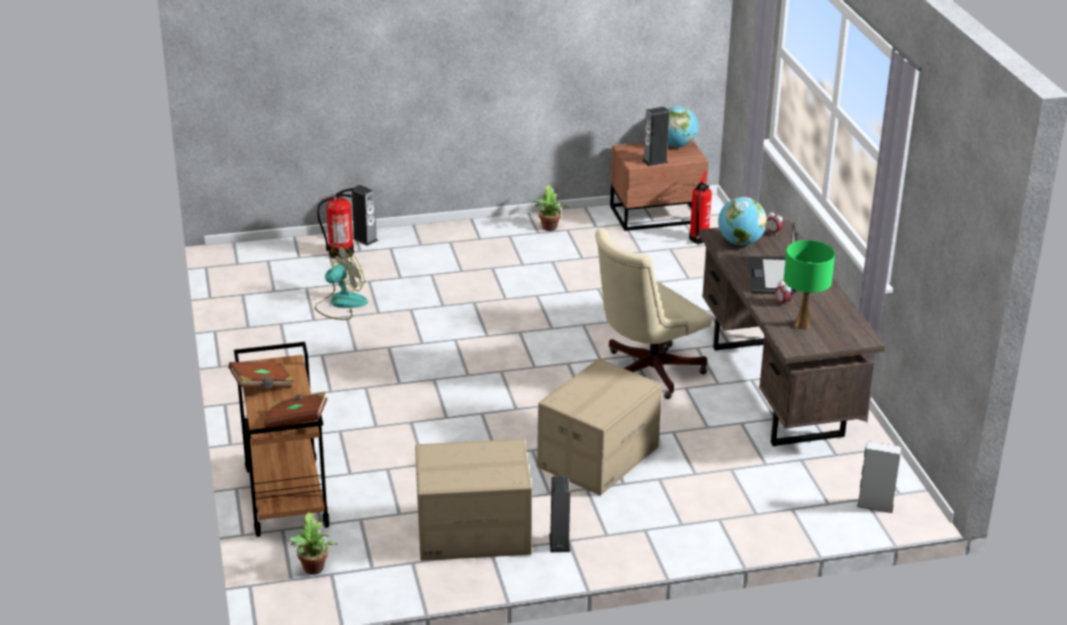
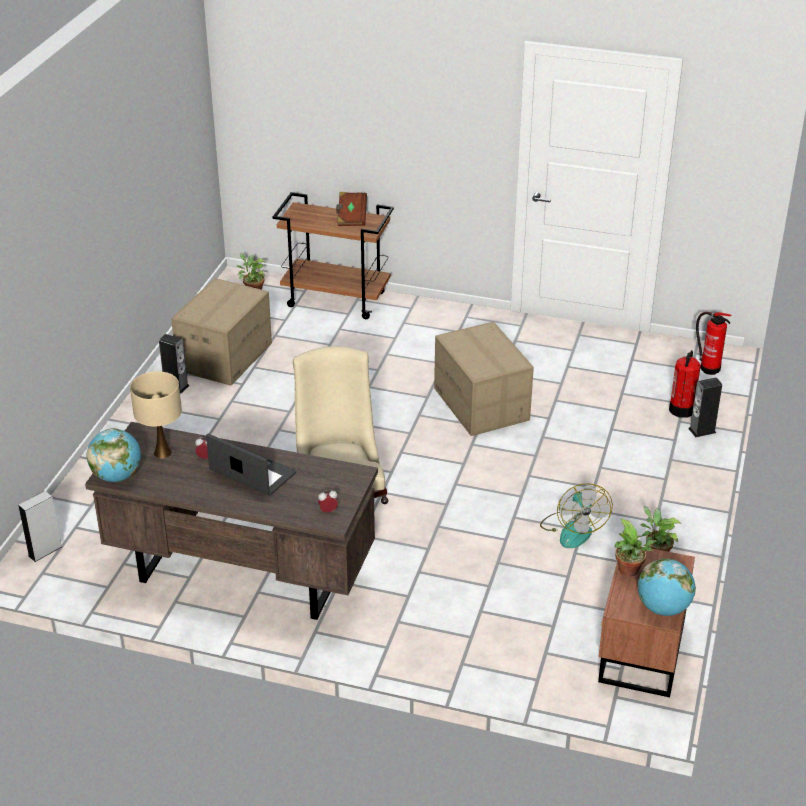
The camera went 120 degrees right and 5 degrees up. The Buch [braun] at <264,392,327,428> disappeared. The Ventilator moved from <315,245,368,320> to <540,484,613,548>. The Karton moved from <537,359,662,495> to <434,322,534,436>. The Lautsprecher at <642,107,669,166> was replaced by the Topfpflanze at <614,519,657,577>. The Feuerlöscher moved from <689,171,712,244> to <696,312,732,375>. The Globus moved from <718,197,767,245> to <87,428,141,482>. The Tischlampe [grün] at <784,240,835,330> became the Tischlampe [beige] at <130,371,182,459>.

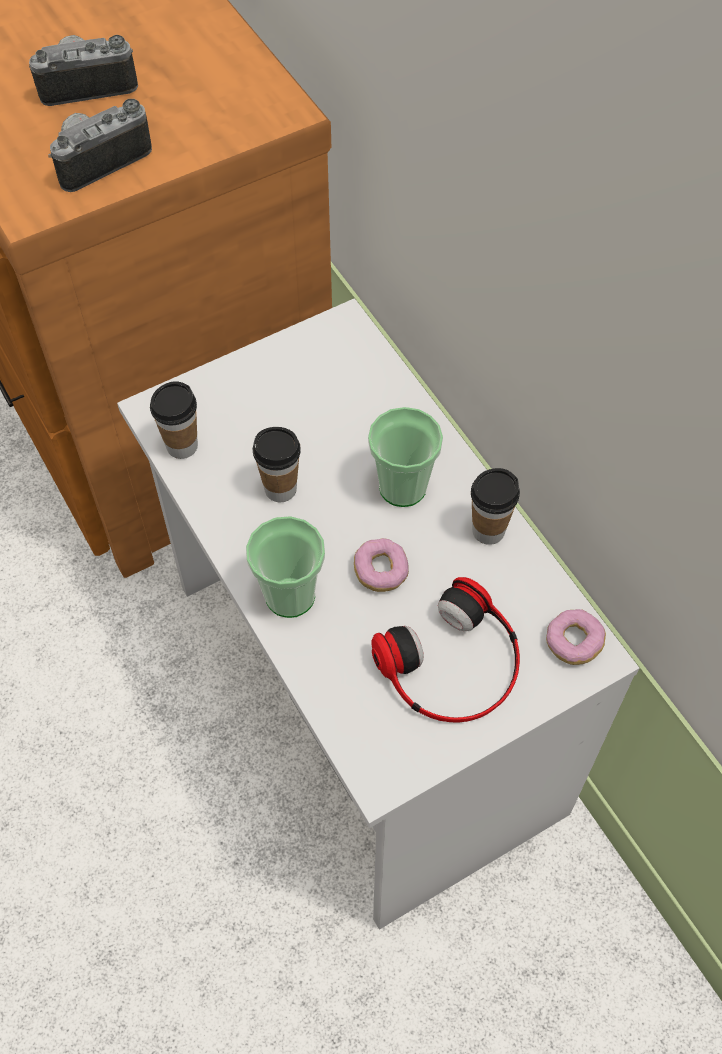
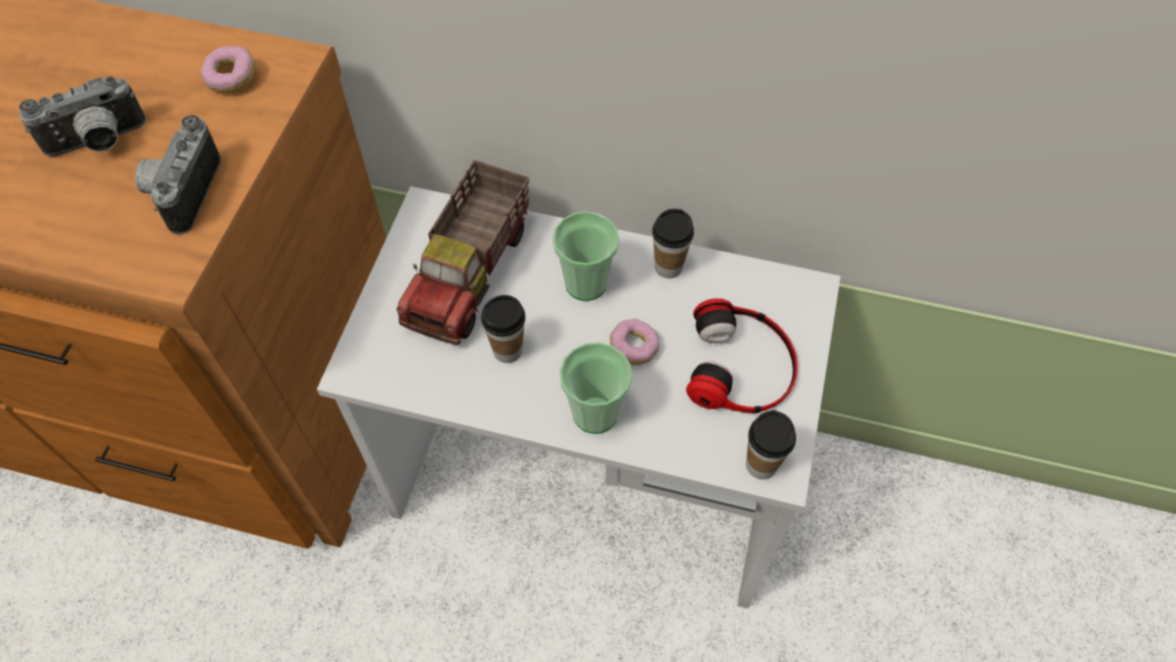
The camera went 45 degrees left and 0 degrees up. The Kamera at <29,35,138,106> turned 150 degrees counterclockwise. The Tasse moved from <150,381,198,459> to <746,410,796,479>. The Donut moved from <546,609,606,665> to <201,46,255,94>. The Spielzeuglaster at <396,160,529,345> appeared.

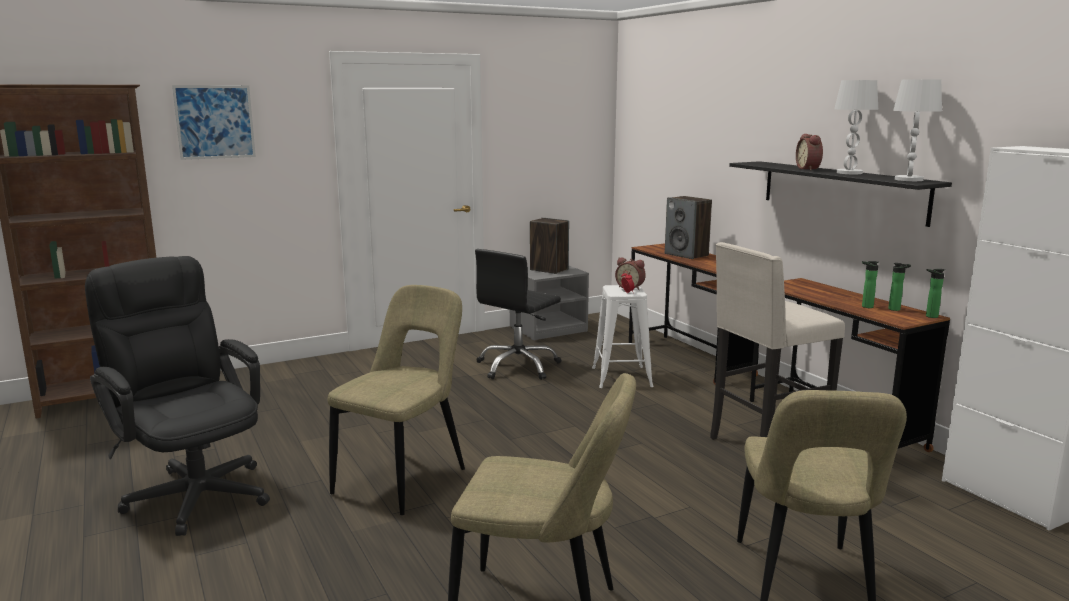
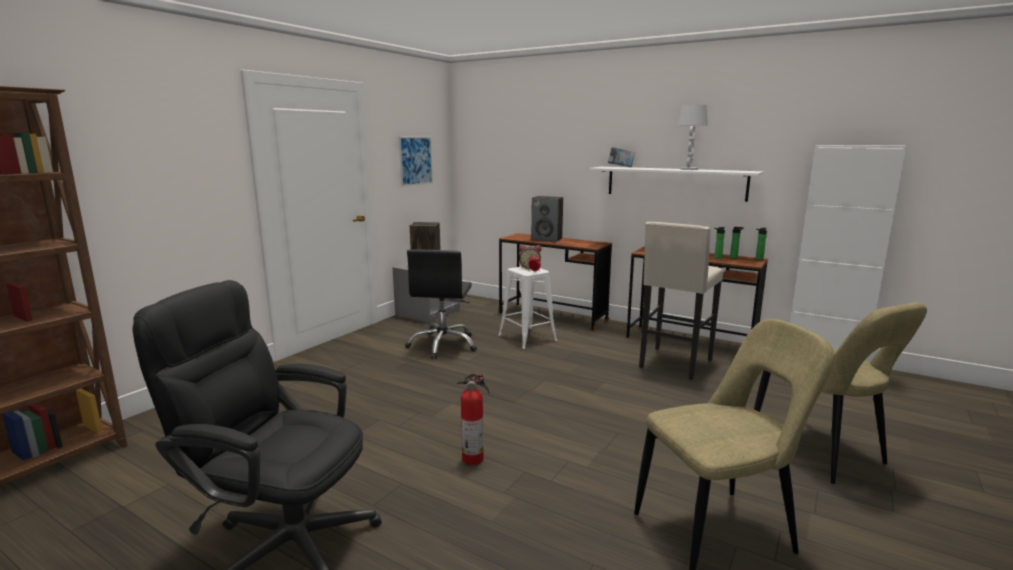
The camera went 30 degrees left and 0 degrees up. The Bild moved from <172,85,256,160> to <399,137,433,187>. The Stuhl [beige] at <327,285,465,515> was replaced by the Feuerlöscher at <457,374,489,465>. The Wandregal [schwarz] at <729,161,952,227> became the Wandregal [weiß] at <590,167,763,202>. The Wecker at <796,134,823,170> disappeared. The Tischlampe [weiß] at <893,79,942,181> disappeared. The Buch at <608,147,635,167> appeared.

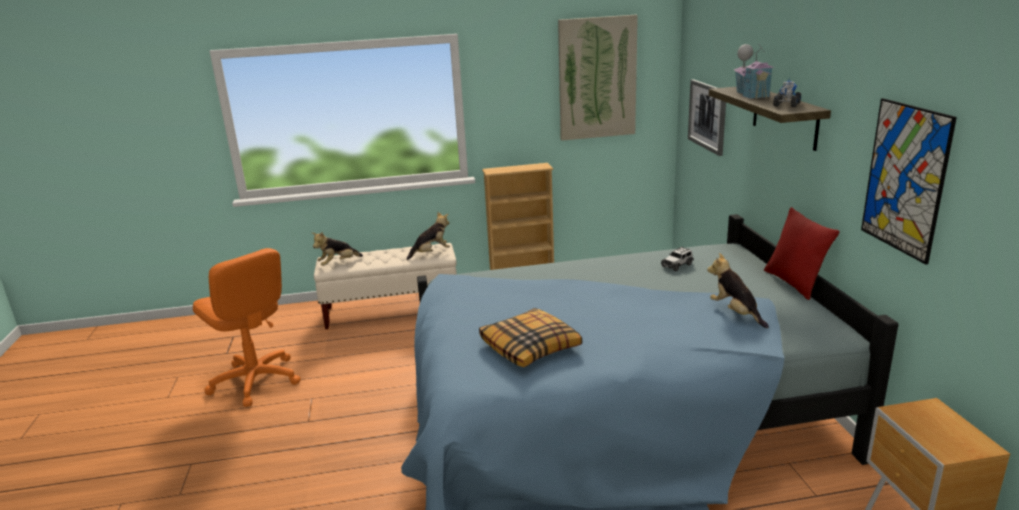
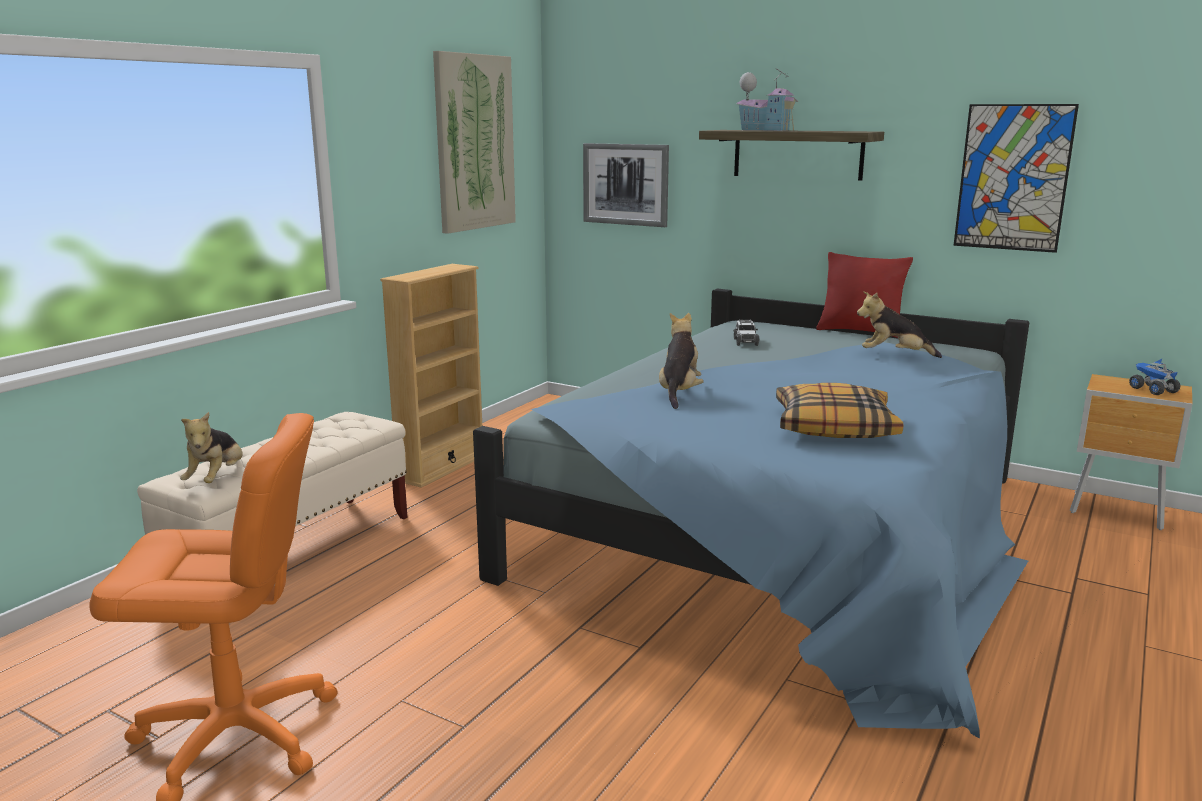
The camera went 50 degrees left and 5 degrees down. The Plüschtier moved from <406,212,450,260> to <659,313,704,409>. The Spielzeuglaster moved from <773,80,801,107> to <1129,359,1180,395>.

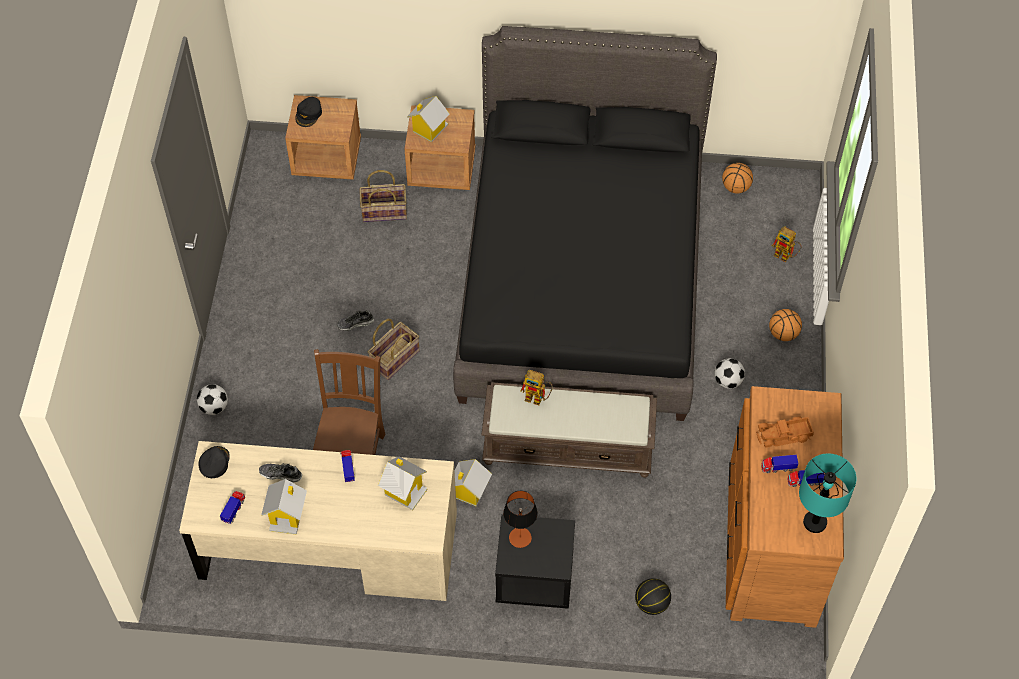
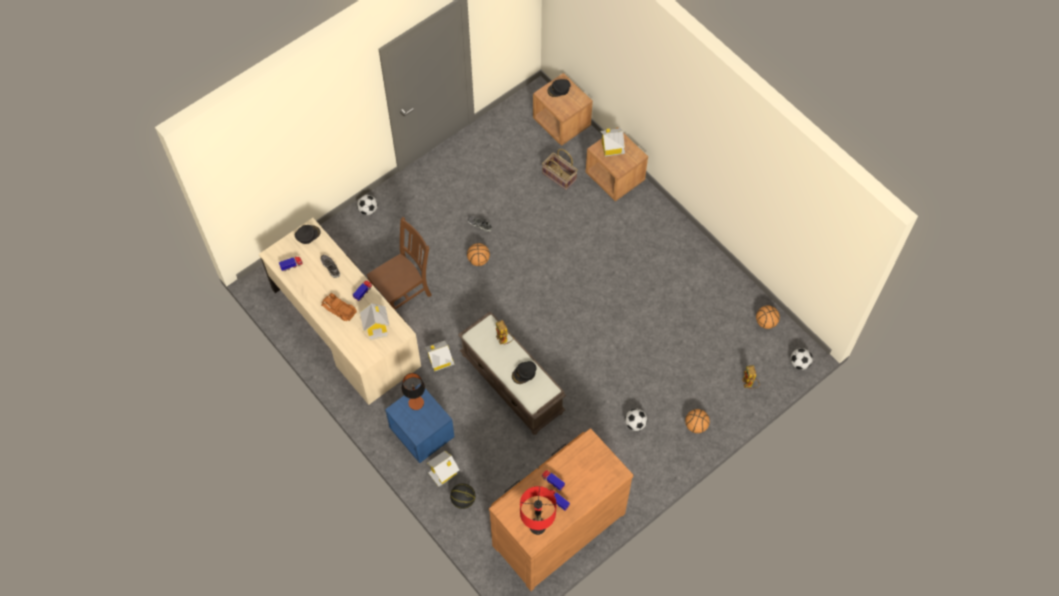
The camera went 45 degrees right and 5 degrees up. The Spielzeughaus moved from <261,479,307,535> to <427,451,459,487>. The Korb at <368,319,420,380> was replaced by the Basketball at <467,243,490,266>. The Bett [schwarz] at <453,26,717,421> disappeared. The Nachttisch [schwarz] at <495,514,575,609> became the Nachttisch [blau] at <385,383,455,463>. The Spielzeuglaster moved from <756,416,814,448> to <321,293,357,322>. The Tischlampe [türkis] at <799,453,857,533> became the Tischlampe [rot] at <520,486,557,535>. The Kappe [schwarz] at <512,361,537,384> appeared. The Fußball at <790,348,813,370> appeared.

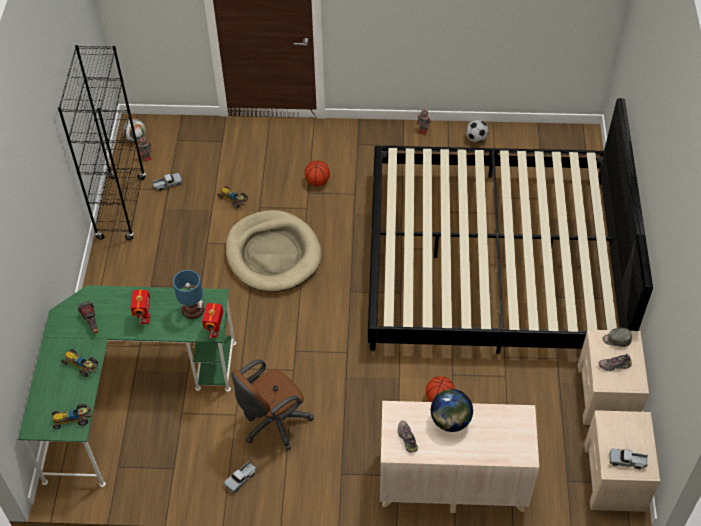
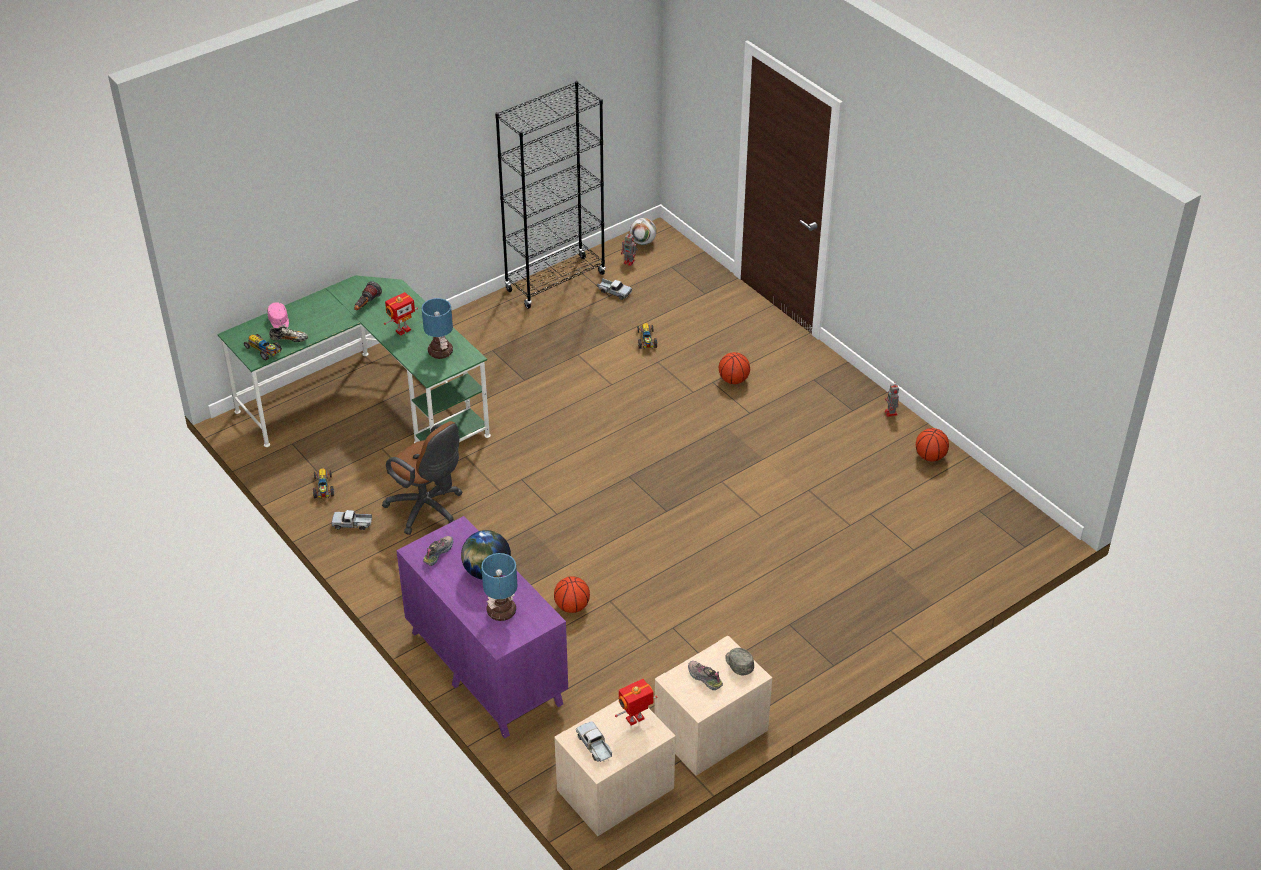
The camera went 50 degrees right and 10 degrees down. The Spielzeugauto moved from <61,349,98,377> to <312,468,334,499>. The Spielzeugroboter moved from <202,303,223,339> to <615,679,657,726>. The Hundebett [beige] at <226,210,322,292> disappeared. The Bürostuhl [braun] at <231,360,314,451> turned 150 degrees counterclockwise. The Bett at <368,98,653,354> disappeared. The Kommode [beige] at <380,401,539,513> became the Kommode [lila] at <396,516,568,739>. The Fußball at <466,120,489,143> was replaced by the Basketball at <916,428,949,461>. The Kappe [rosa] at <268,302,289,328> appeared. The Schuh at <269,326,308,342> appeared. The Tischlampe at <481,553,518,621> appeared.

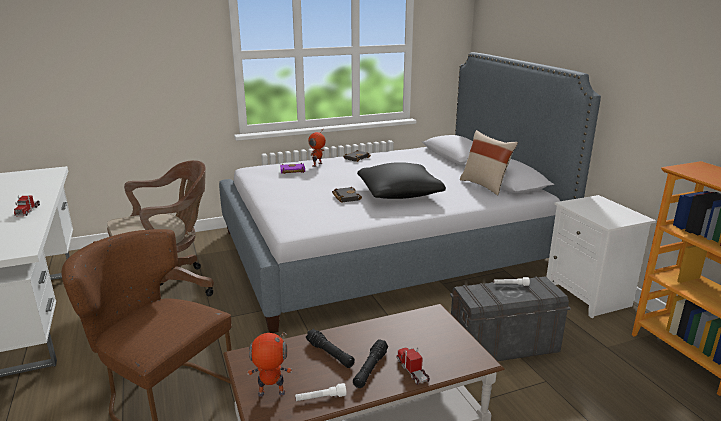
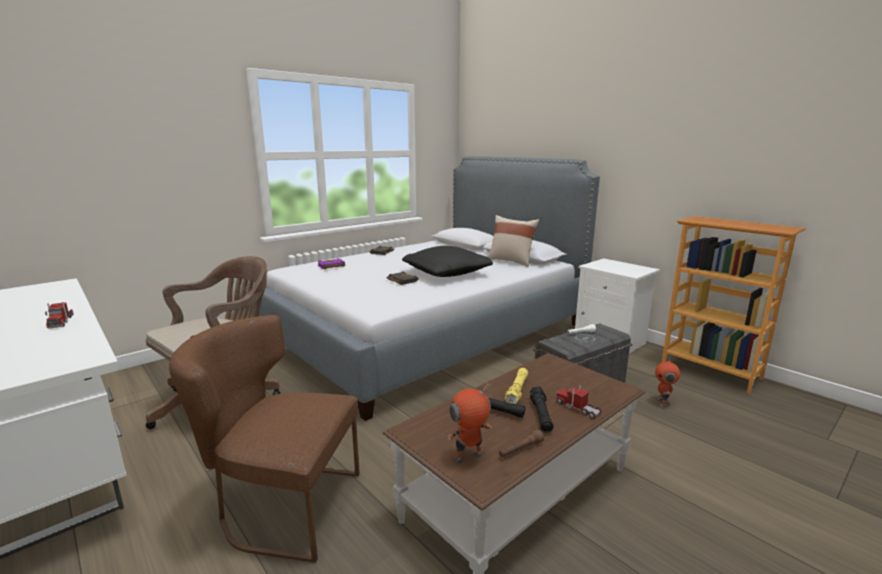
The camera went 20 degrees left and 5 degrees down. The Taschenlampe [weiß] at <295,383,347,401> became the Taschenlampe [braun] at <499,430,544,457>. The Spielzeugroboter moved from <308,128,326,167> to <655,356,680,407>. The Taschenlampe [gelb] at <505,368,528,404> appeared.

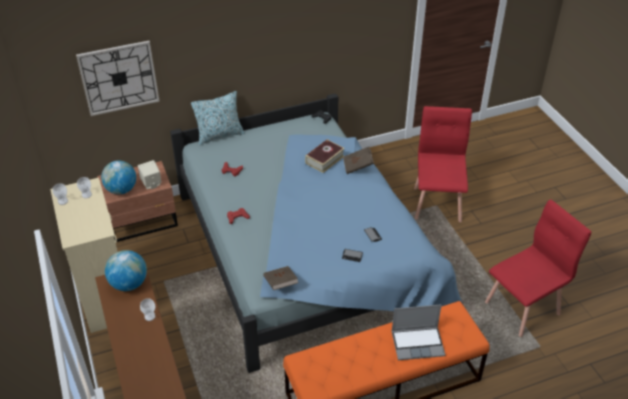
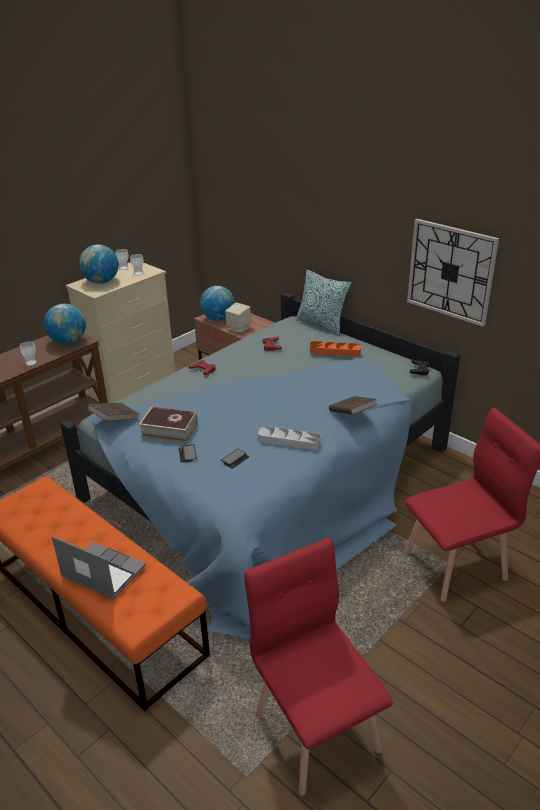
The camera went 65 degrees right and 10 degrees down. The Wanduhr moved from <76,41,159,116> to <407,219,499,327>. The Buch moved from <305,139,345,173> to <139,407,198,443>. The Laptop at <392,305,445,360> turned 150 degrees clockwise. The Stuhl [rot] at <485,200,591,337> turned 150 degrees counterclockwise. The Globus at <79,245,119,284> appeared. The Tablett [grau] at <258,426,321,450> appeared. The Tablett [orange] at <310,341,361,356> appeared.

